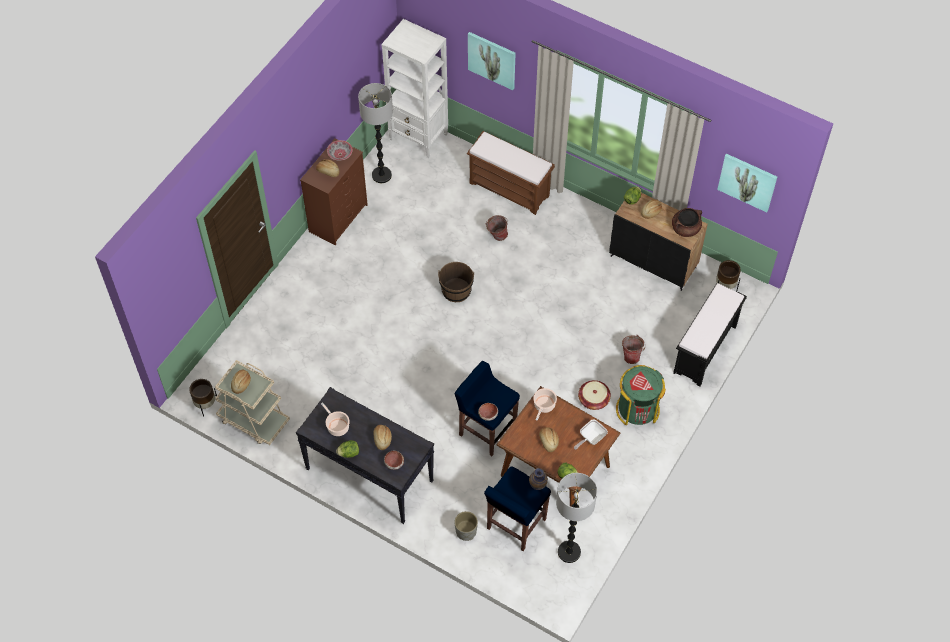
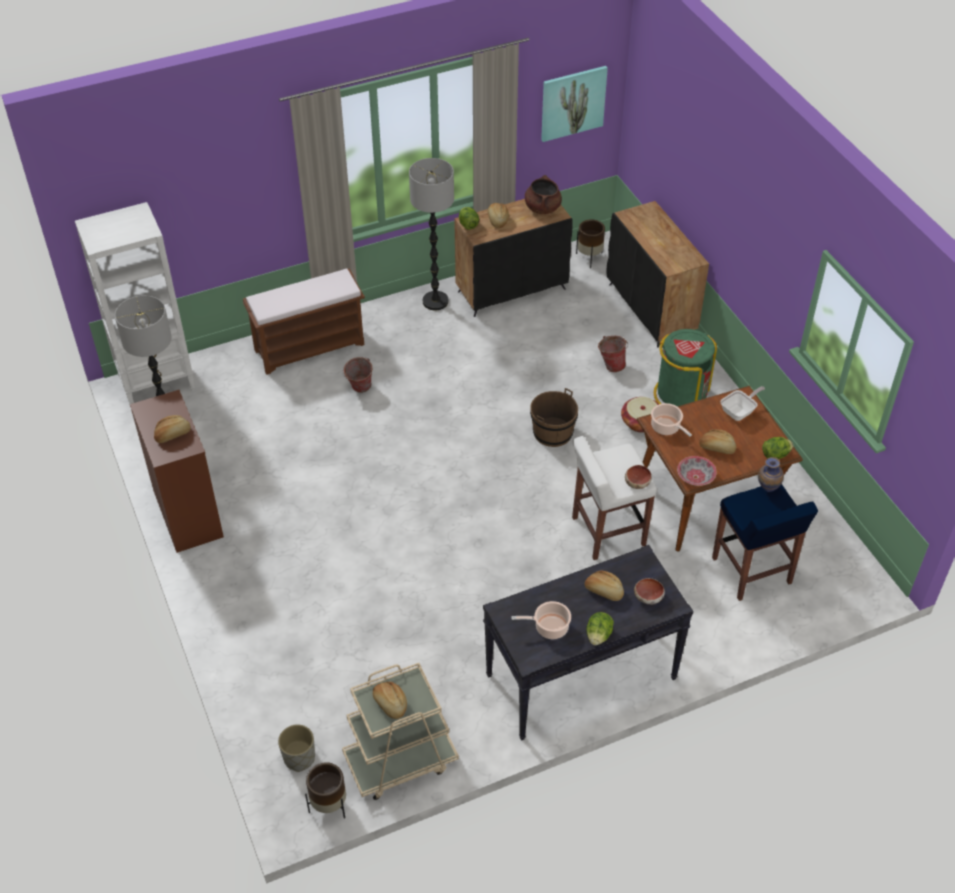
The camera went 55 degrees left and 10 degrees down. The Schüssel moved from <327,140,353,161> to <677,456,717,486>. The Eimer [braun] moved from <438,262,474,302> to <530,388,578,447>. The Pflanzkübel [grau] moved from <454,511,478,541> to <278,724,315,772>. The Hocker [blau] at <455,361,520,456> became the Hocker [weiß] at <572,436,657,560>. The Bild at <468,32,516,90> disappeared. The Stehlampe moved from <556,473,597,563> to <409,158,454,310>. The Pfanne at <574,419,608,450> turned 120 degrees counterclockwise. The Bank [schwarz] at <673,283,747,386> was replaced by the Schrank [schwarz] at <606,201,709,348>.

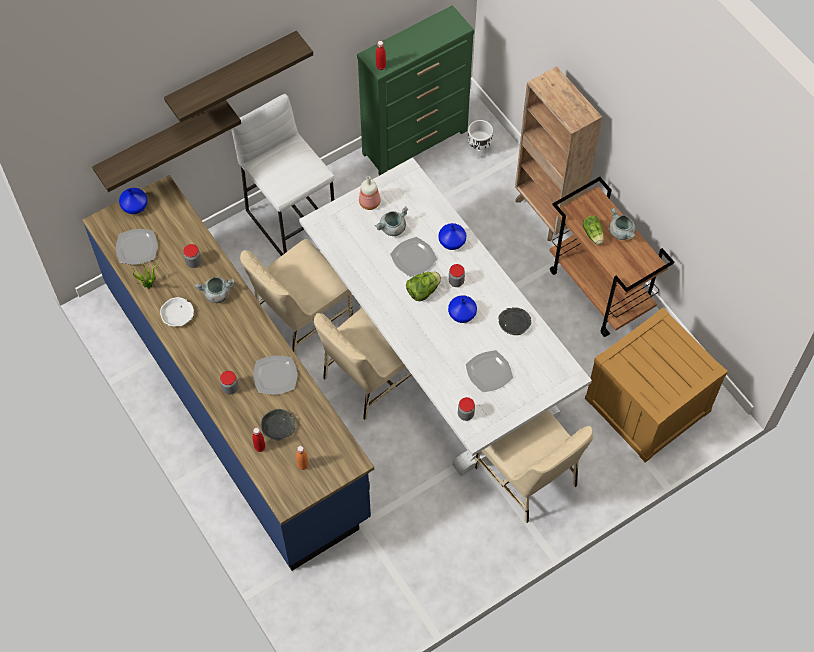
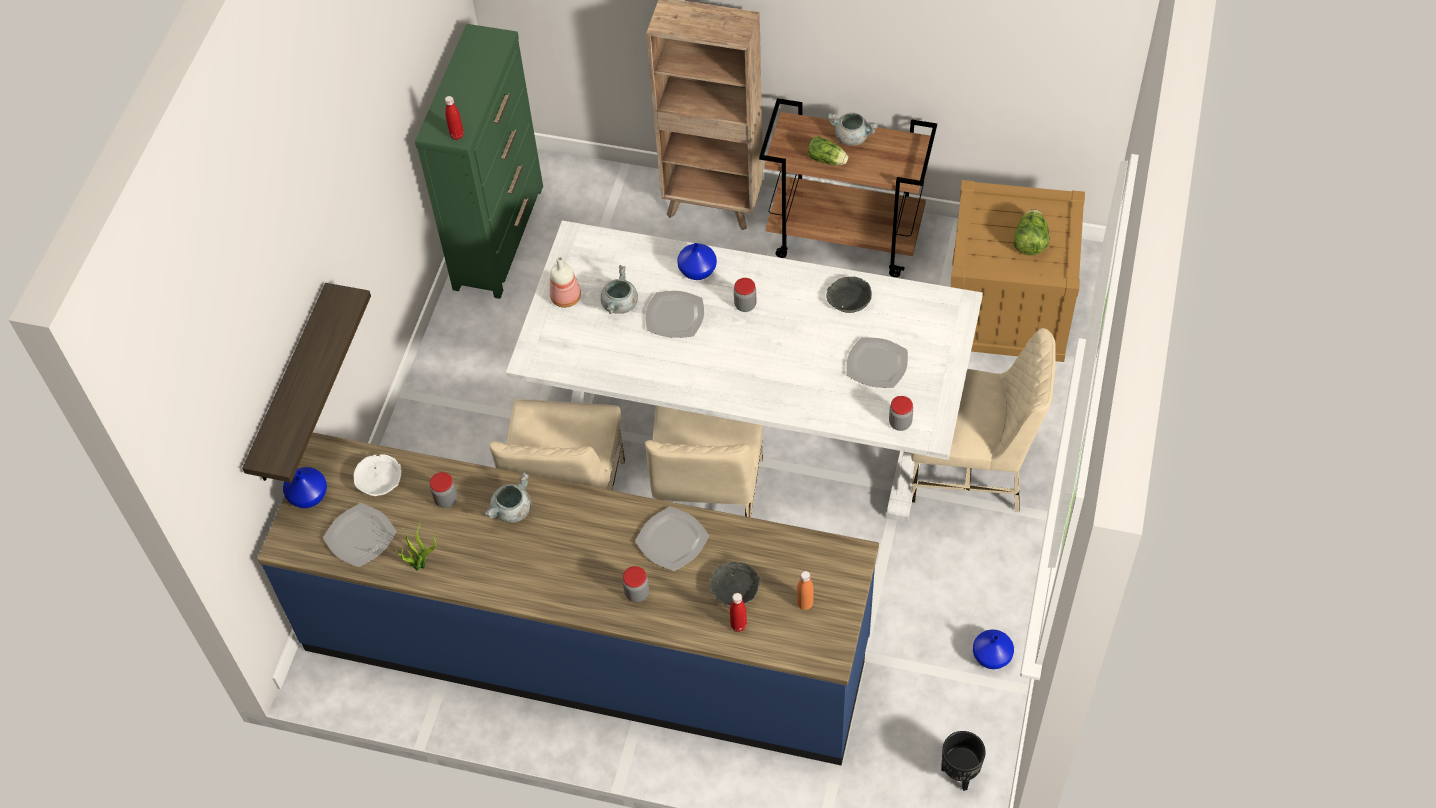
The camera went 40 degrees left and 5 degrees down. The Schüssel [weiß] moved from <160,297,194,326> to <354,454,402,496>. The Wandregal at <164,31,313,123> disappeared. The Hocker [weiß] at <231,94,335,256> disappeared. The Salatkopf moved from <406,272,441,301> to <1013,209,1049,255>. The Vase [blau] moved from <448,295,477,323> to <973,630,1014,669>. The Pflanzkübel [weiß] at <468,120,493,159> disappeared. The Pflanzkübel [schwarz] at <941,731,986,791> appeared.

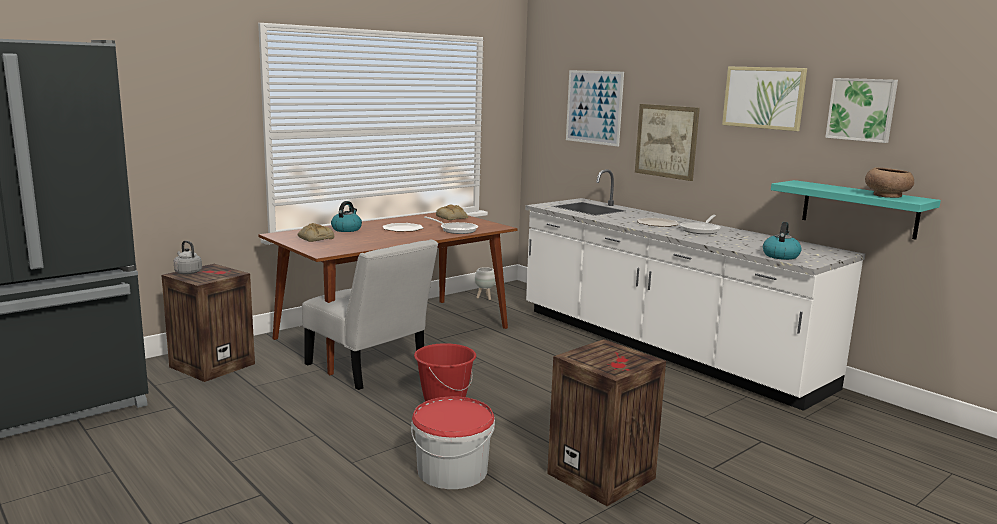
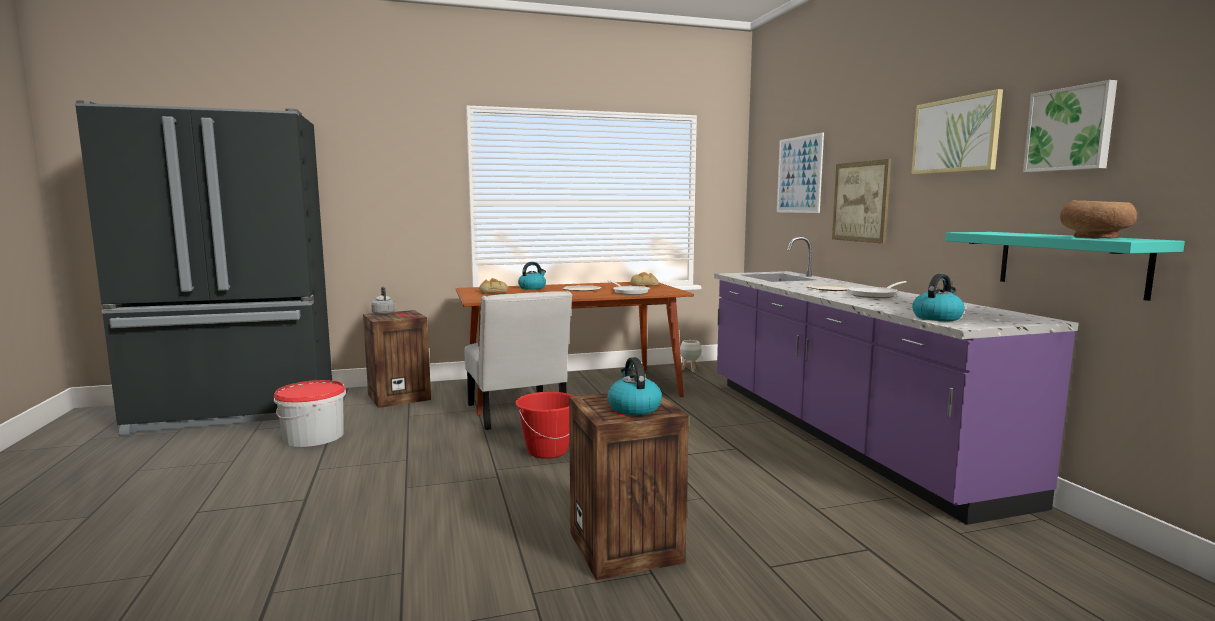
The camera went 25 degrees right and 5 degrees down. The Eimer moved from <411,396,495,489> to <274,380,346,447>. The Küchenzeile [weiß] at <525,169,866,411> became the Küchenzeile [lila] at <714,237,1079,525>. The Wasserkessel at <607,357,662,415> appeared.

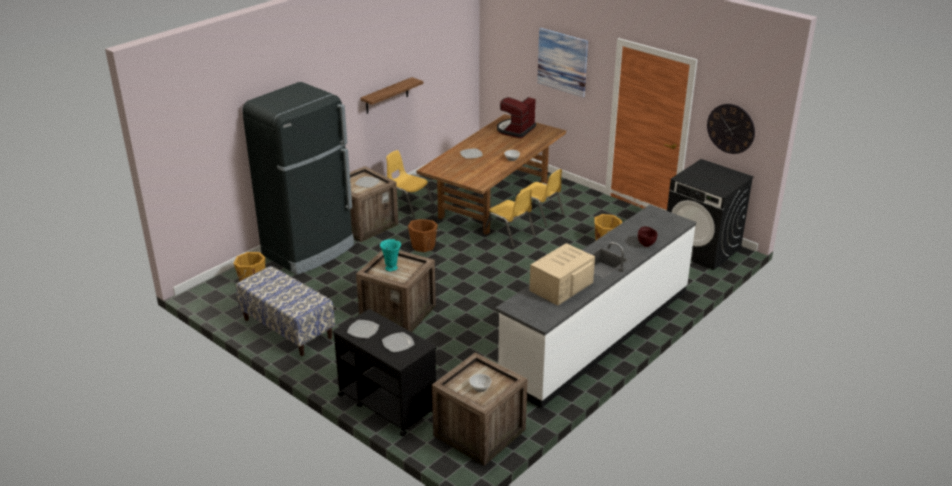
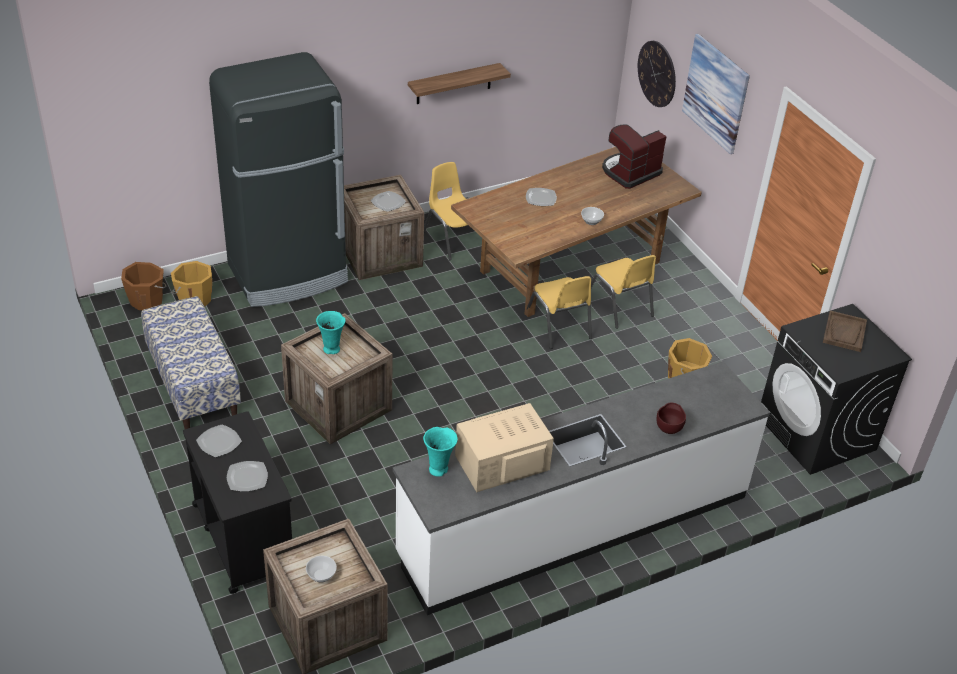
The camera went 20 degrees right and 10 degrees up. The Eimer [braun] moved from <407,219,440,252> to <121,262,167,310>. The Wanduhr moved from <707,104,755,154> to <638,41,676,107>. The Vase [türkis] at <423,427,458,477> appeared. The Tablett [braun] at <823,310,867,352> appeared.

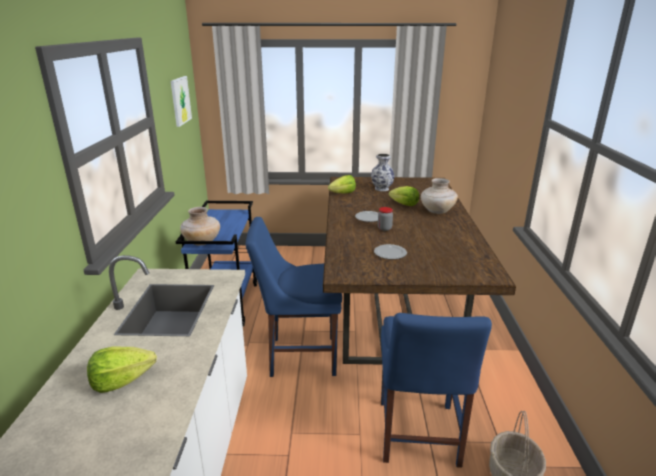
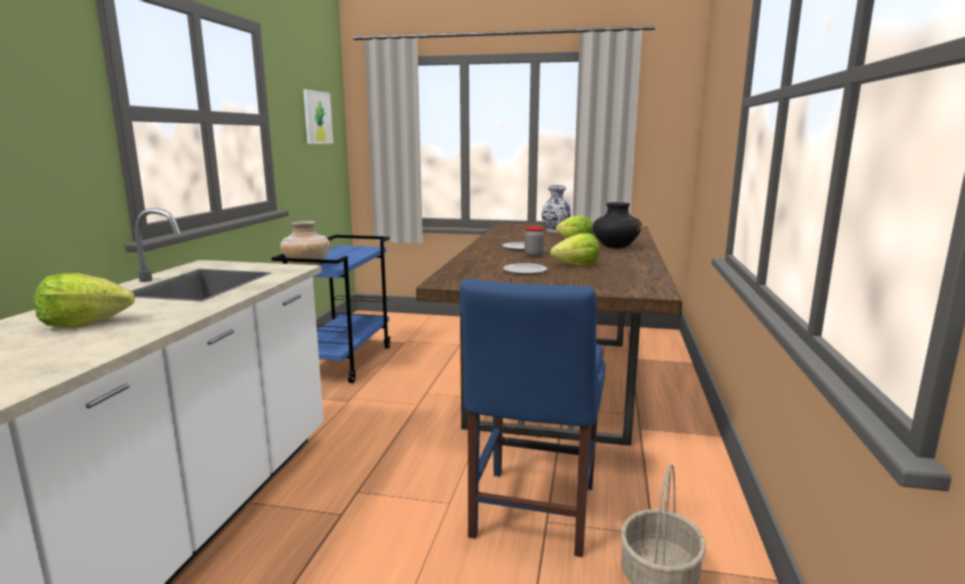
The camera went 10 degrees right and 10 degrees down. The Stuhl [blau] at <245,217,342,377> disappeared. The Salatkopf moved from <328,175,356,194> to <550,233,599,265>. The Vase [beige] at <421,178,458,214> became the Vase [schwarz] at <592,202,642,248>.

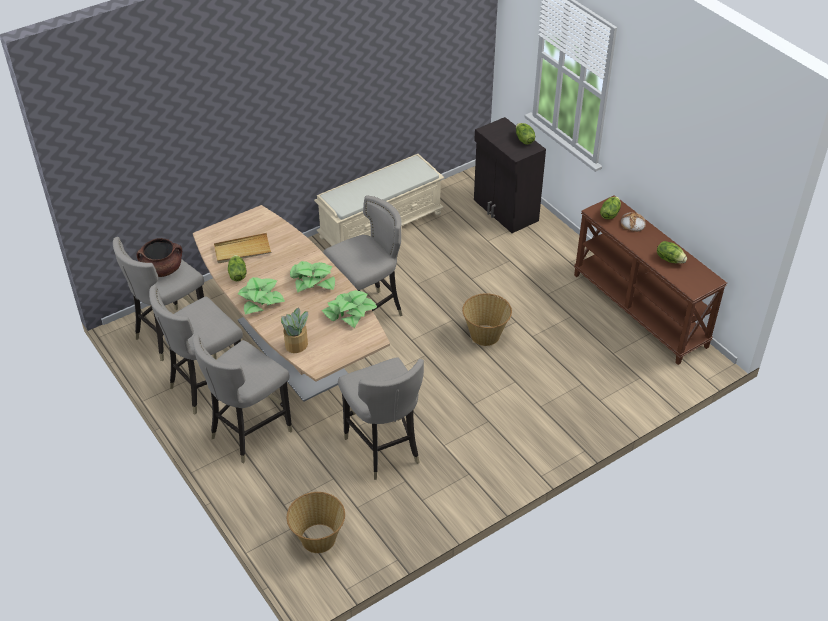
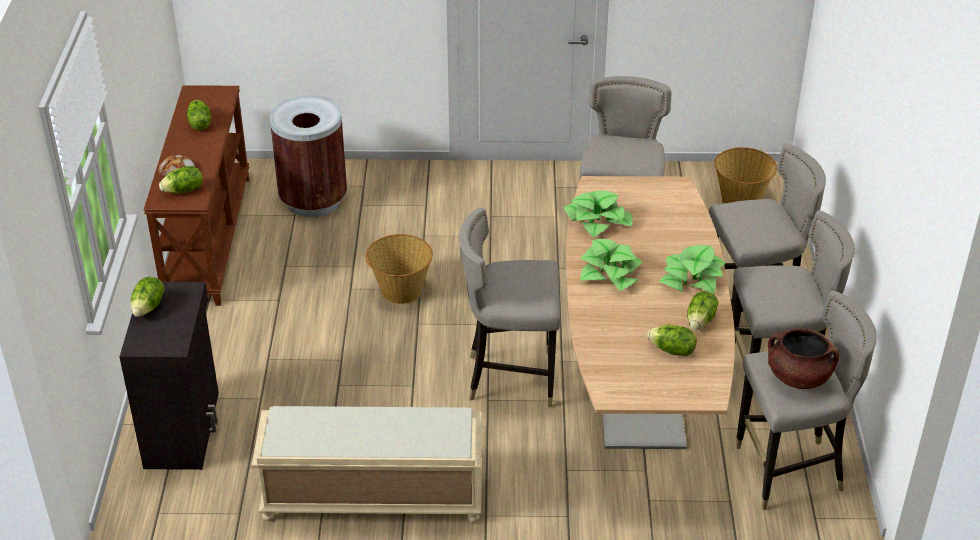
The camera went 145 degrees left and 5 degrees down. The Tablett [beige] at <214,233,272,263> was replaced by the Salatkopf at <647,325,697,356>. The Topfpflanze at <281,308,308,353> disappeared. The Mülleimer [braun] at <270,96,347,217> appeared.

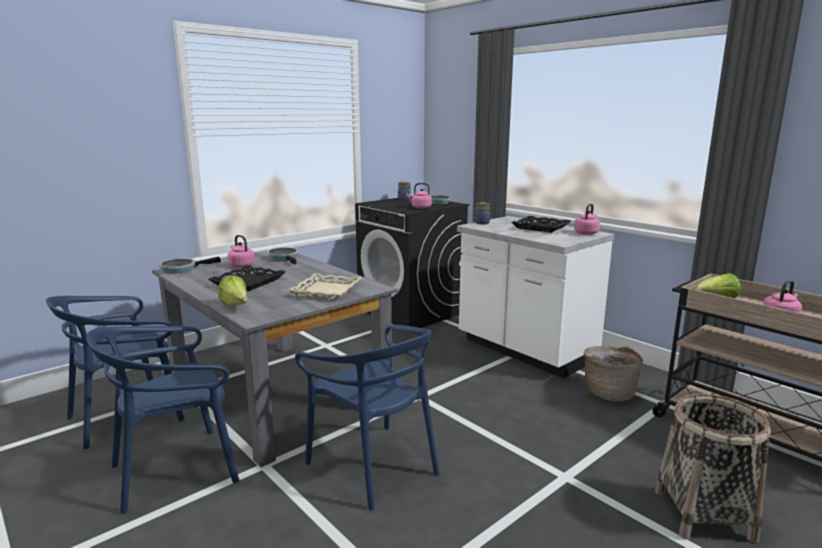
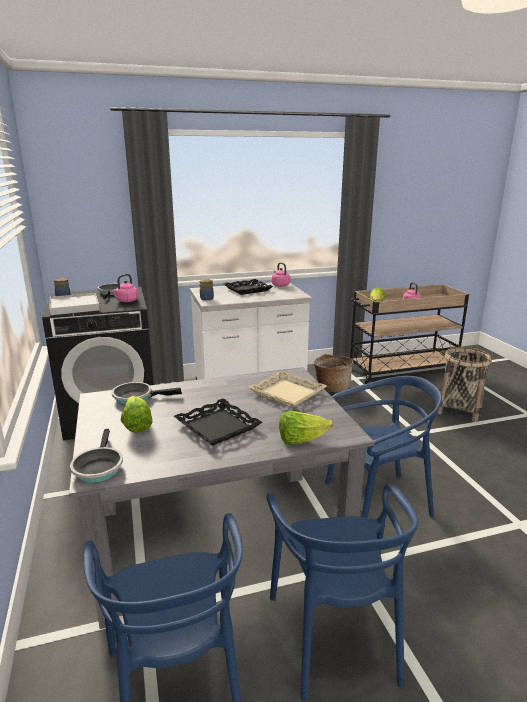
The camera went 65 degrees left and 5 degrees up. The Wasserkessel [rosa] at <228,235,255,268> was replaced by the Salatkopf at <121,396,153,433>. The Tablett [weiß] at <49,293,100,315> appeared.

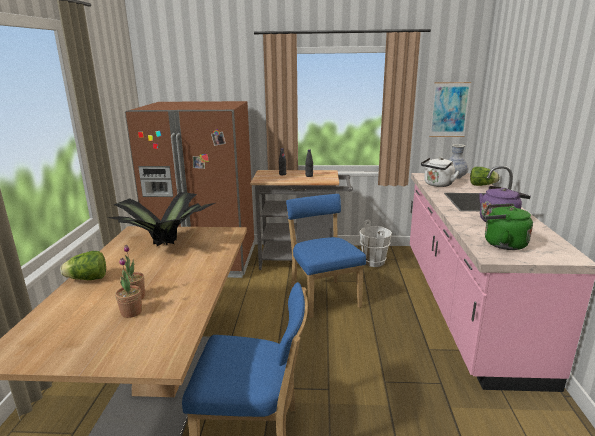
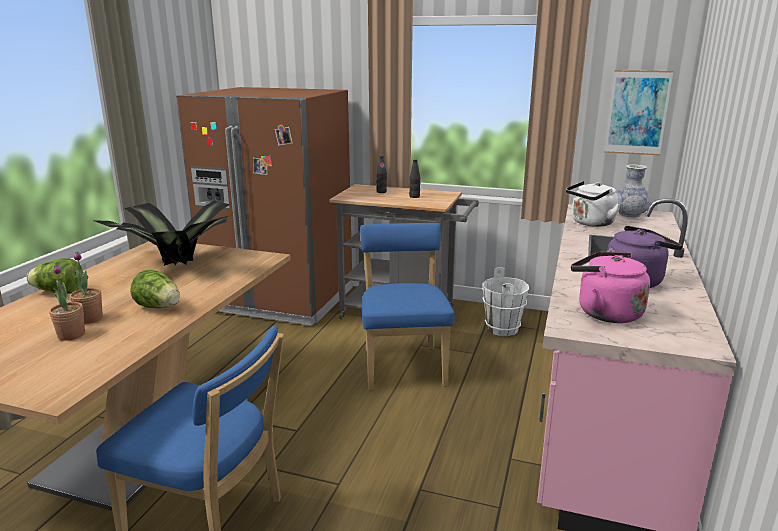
The camera went 15 degrees right and 0 degrees up. The Salatkopf moved from <470,167,500,186> to <130,270,180,308>. The Wasserkessel [grün] at <483,204,533,250> became the Wasserkessel [rosa] at <571,252,650,323>.

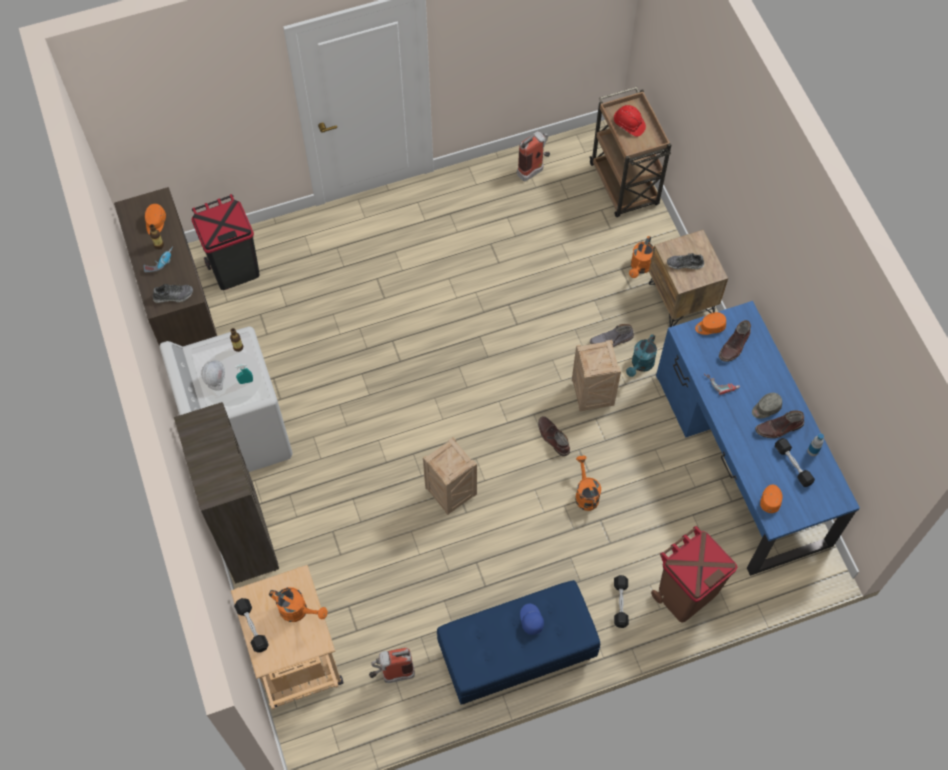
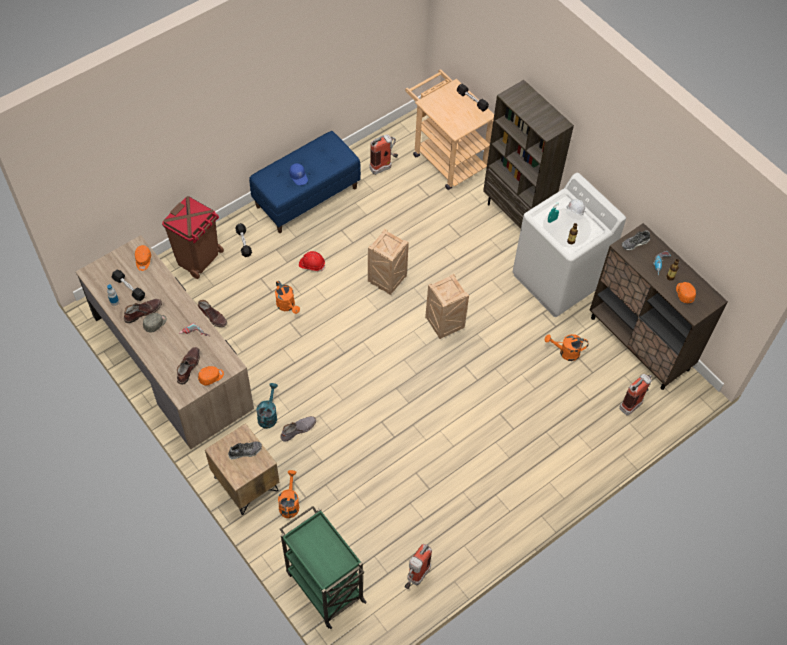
The camera went 160 degrees right and 5 degrees down. The Mülleimer [schwarz] at <192,194,260,290> was replaced by the Feuerlöscher at <619,374,652,416>. The Gießkanne [orange] moved from <269,587,328,622> to <545,334,588,361>. The Stiefel [braun] moved from <538,416,570,456> to <198,300,227,327>. The Kiste moved from <572,340,621,411> to <425,274,469,339>. The Rollwagen [braun] at <589,87,671,217> became the Rollwagen [grün] at <280,506,367,629>. The Schutzhelm [rot] moved from <614,105,646,137> to <299,251,325,272>. The Schreibtisch [blau] at <656,301,860,576> became the Schreibtisch [braun] at <76,235,254,449>.

